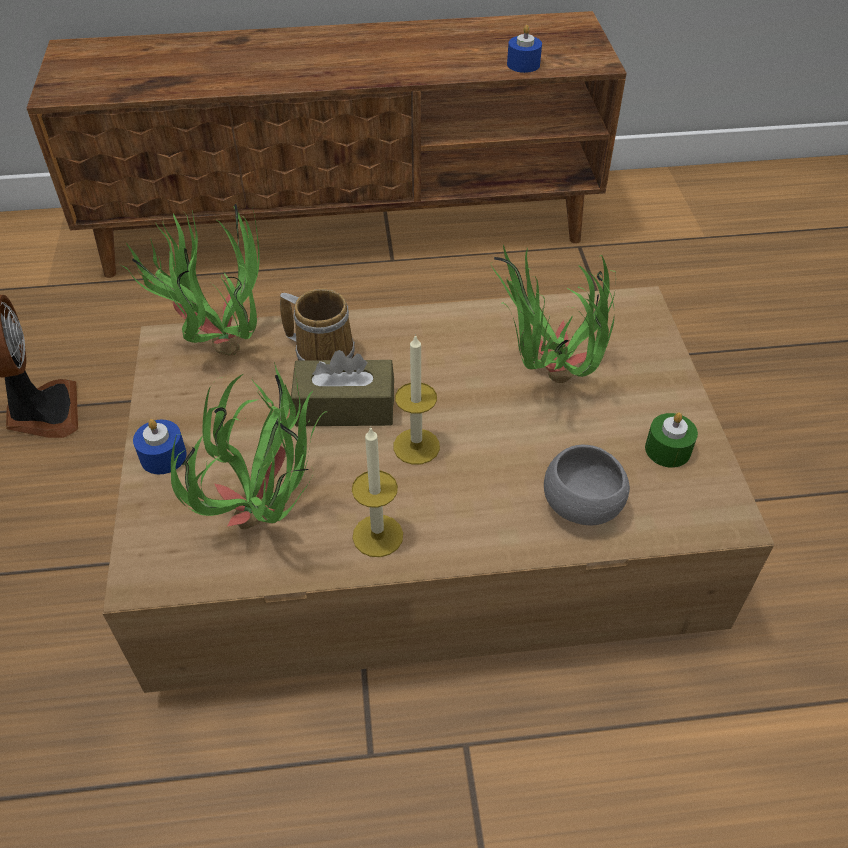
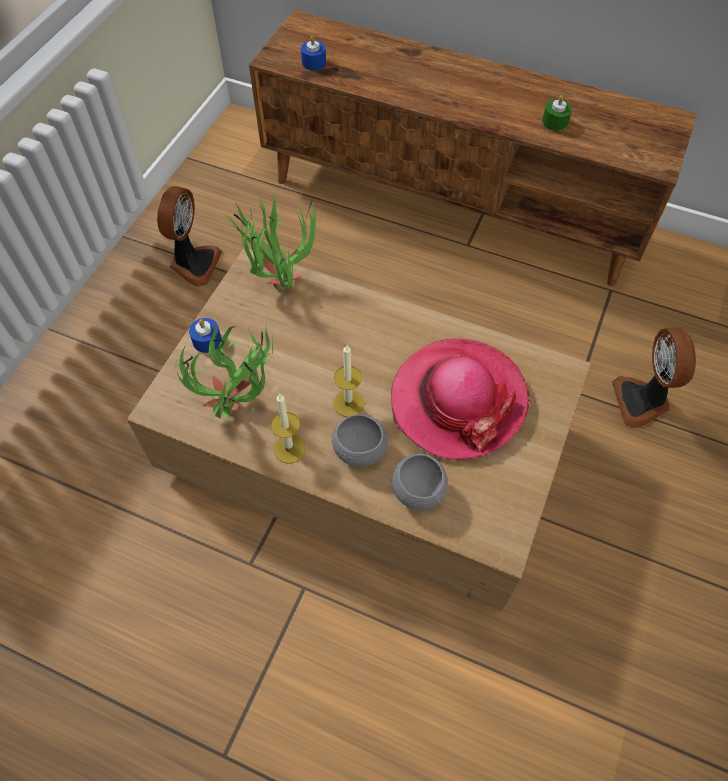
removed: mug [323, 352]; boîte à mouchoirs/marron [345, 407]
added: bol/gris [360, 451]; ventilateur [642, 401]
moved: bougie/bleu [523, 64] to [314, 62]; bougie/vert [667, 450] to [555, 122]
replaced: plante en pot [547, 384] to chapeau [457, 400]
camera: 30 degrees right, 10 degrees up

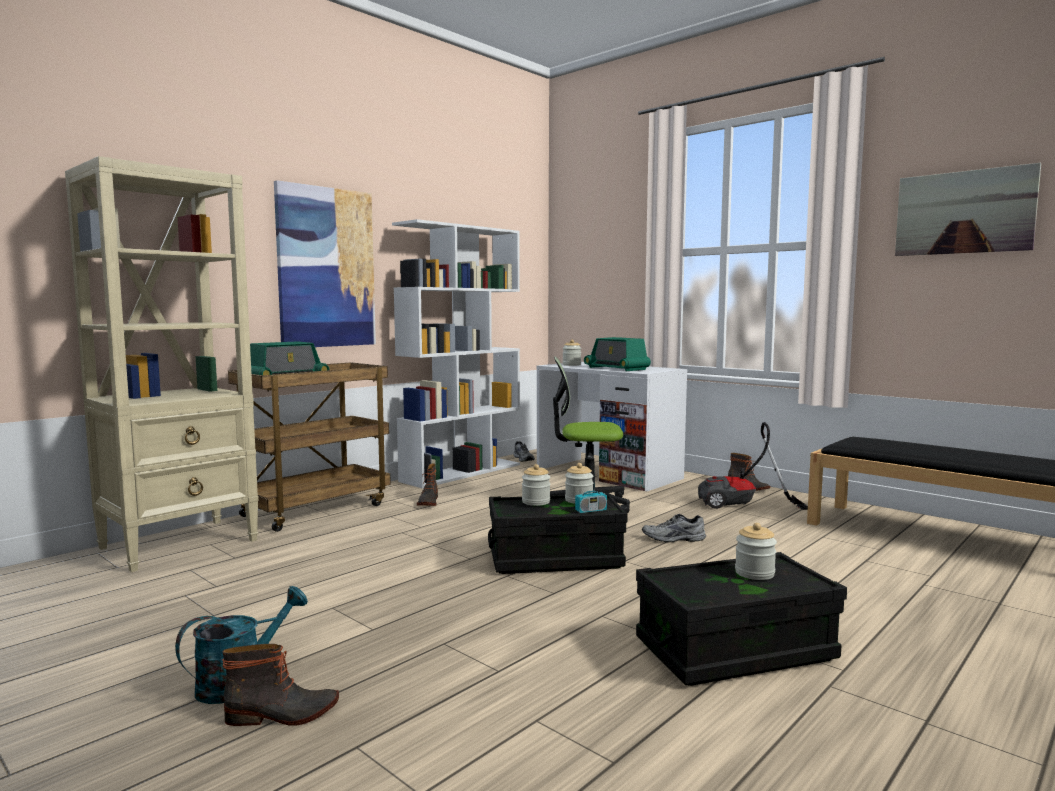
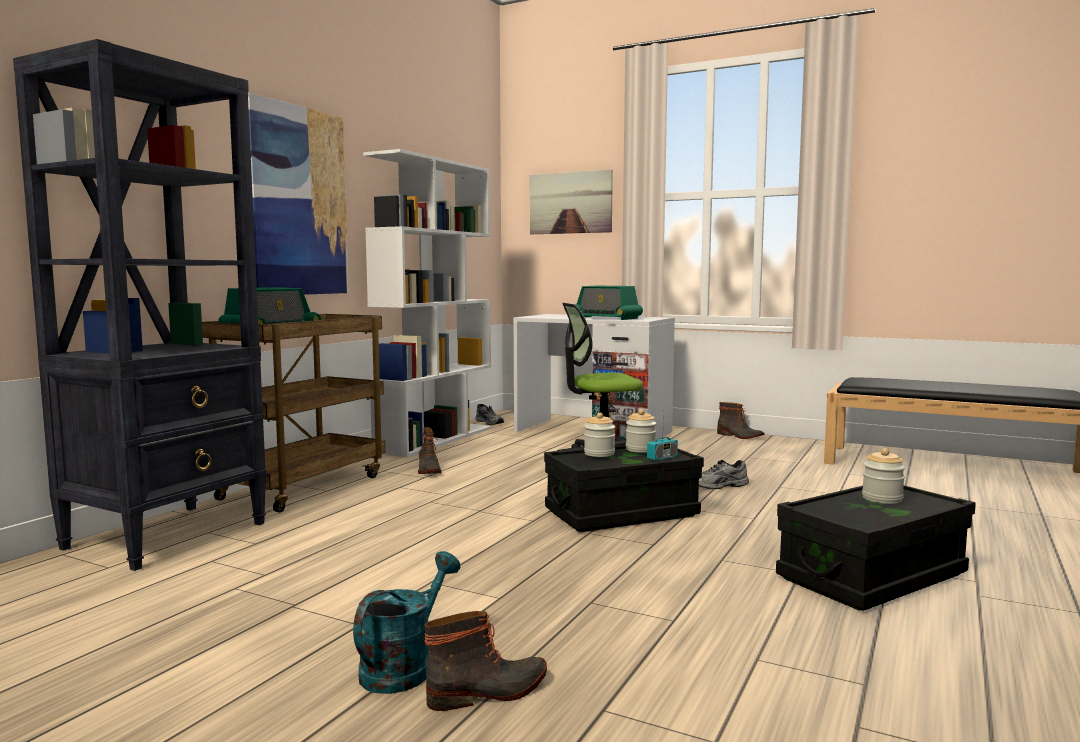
removed: bocal [571, 365]; aspirateur [743, 505]
moved: tableau [964, 212] to [570, 203]
recoloured: bibliothèque/beige [181, 544] to bibliothèque/noir [168, 535]
camera: 15 degrees left, 0 degrees up

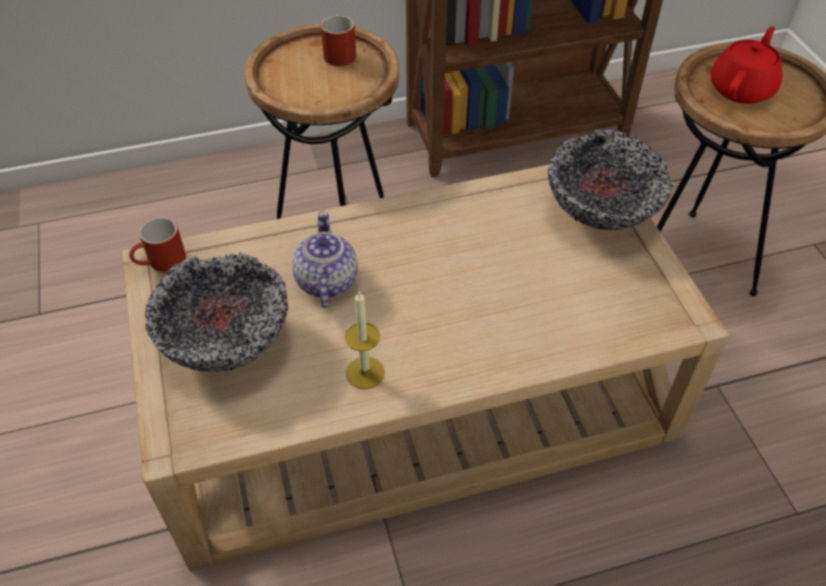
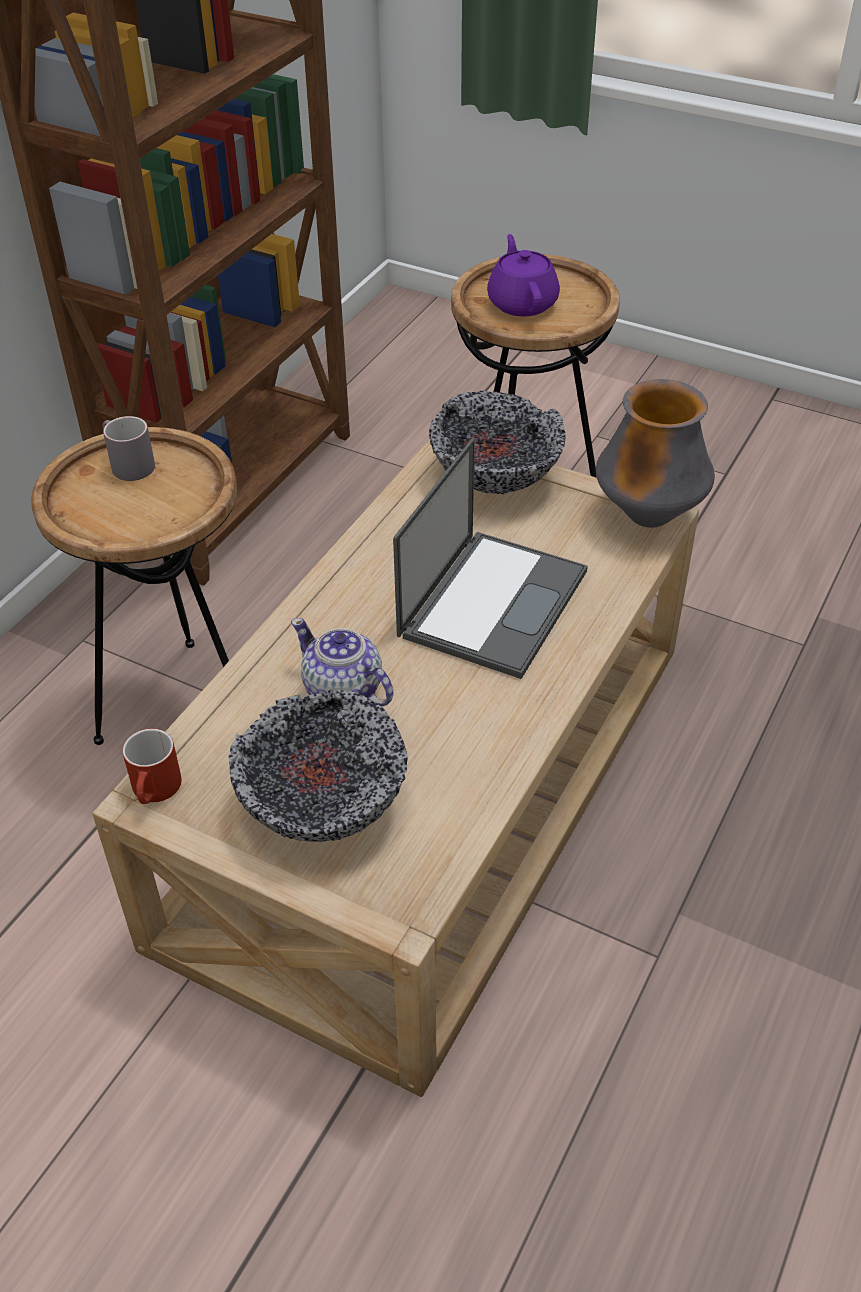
removed: bougie [365, 372]
added: ordinateur portable [493, 601]; vase [649, 516]
recoloured: mug/rouge [339, 52] to mug/gris [126, 465]; théière/rouge [742, 89] to théière/violet [522, 303]
camera: 45 degrees left, 5 degrees down

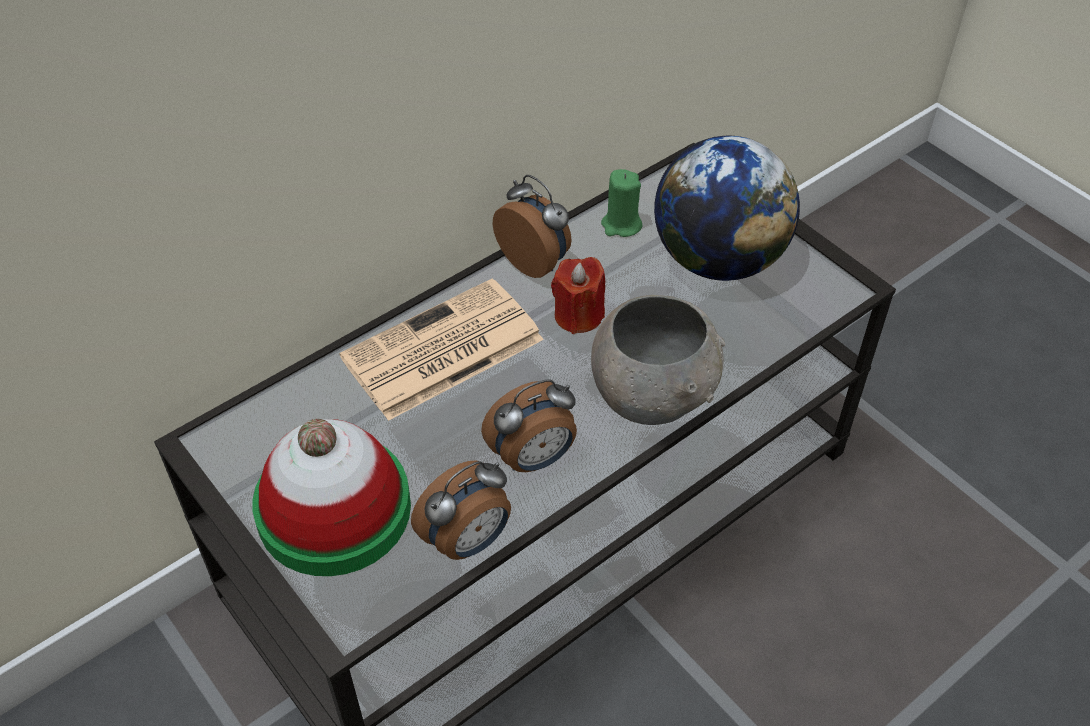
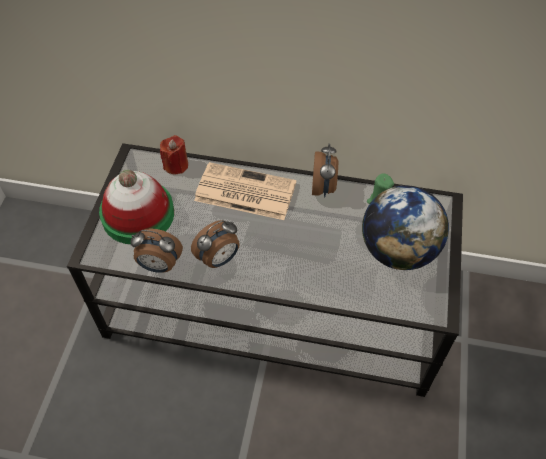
removed: bol/gris [652, 397]
moved: bougie/rouge [578, 315] to [176, 165]
turned: réveil [533, 458] = [219, 259] 60 degrees counterclockwise
camera: 50 degrees right, 5 degrees up

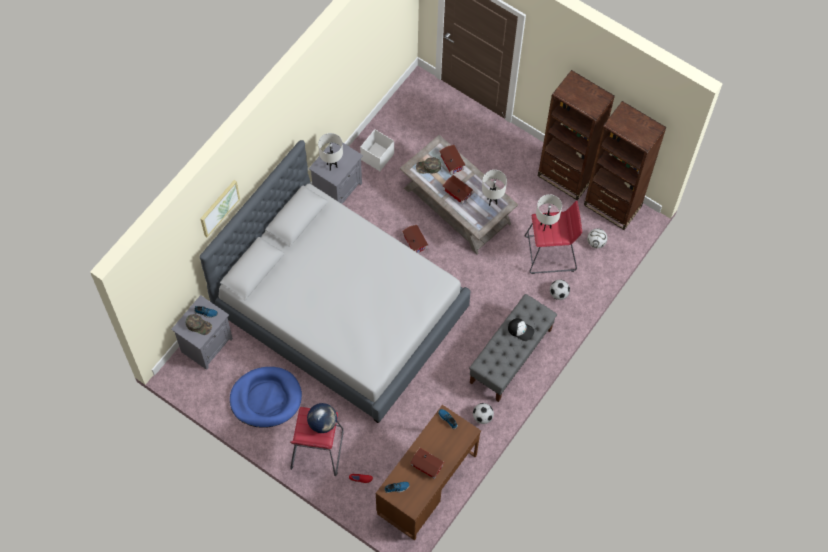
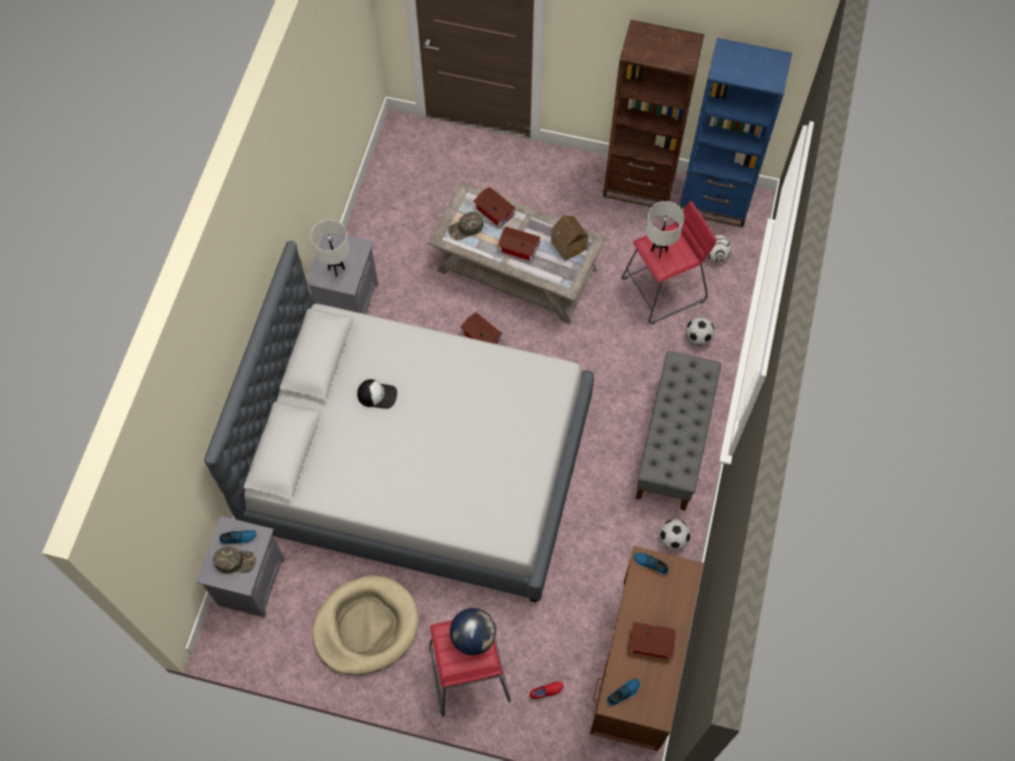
removed: tableau [219, 207]; boîte de rangement/blanc [377, 157]
moved: casquette [521, 330] to [377, 395]
replaced: lampe de table/blanc [492, 201] to maison miniature [570, 244]
recoloured: panier pour chien/bleu [266, 398] to panier pour chien/beige [366, 626]; bibliothèque/marron [612, 206] to bibliothèque/bleu [714, 201]
camera: 20 degrees left, 0 degrees up

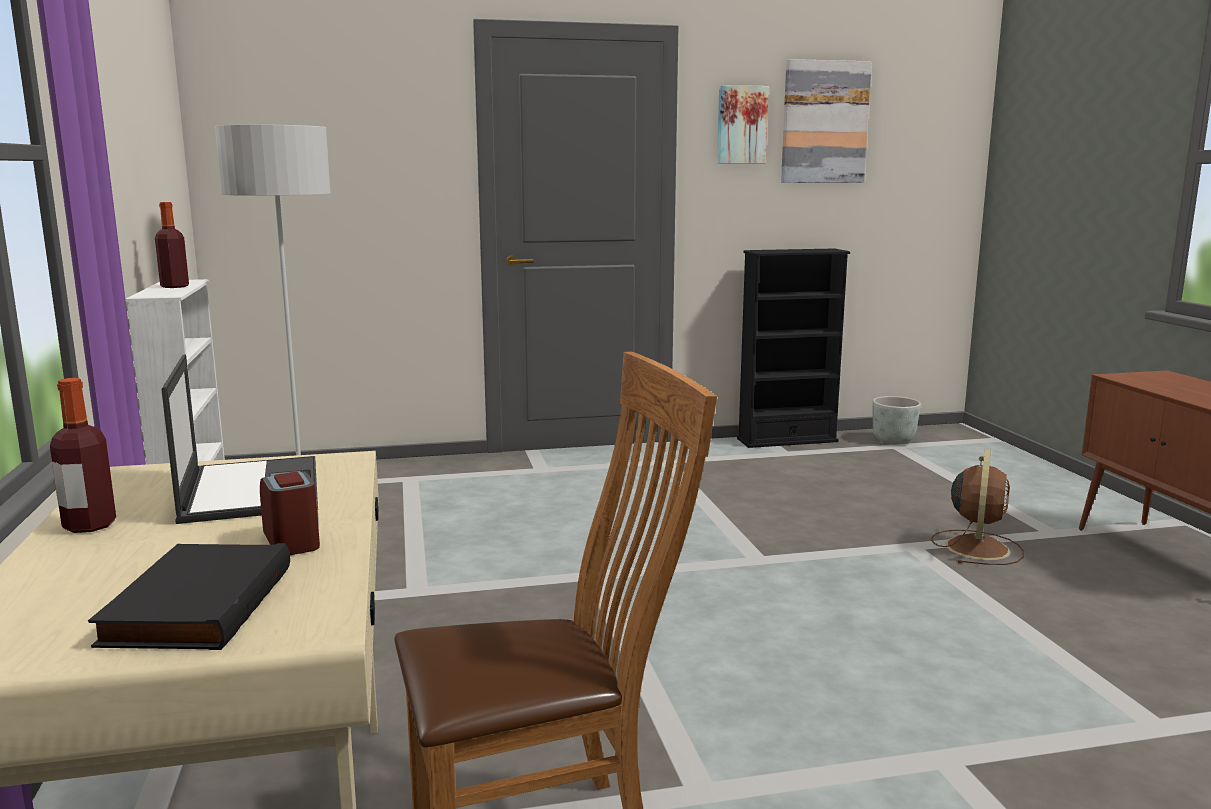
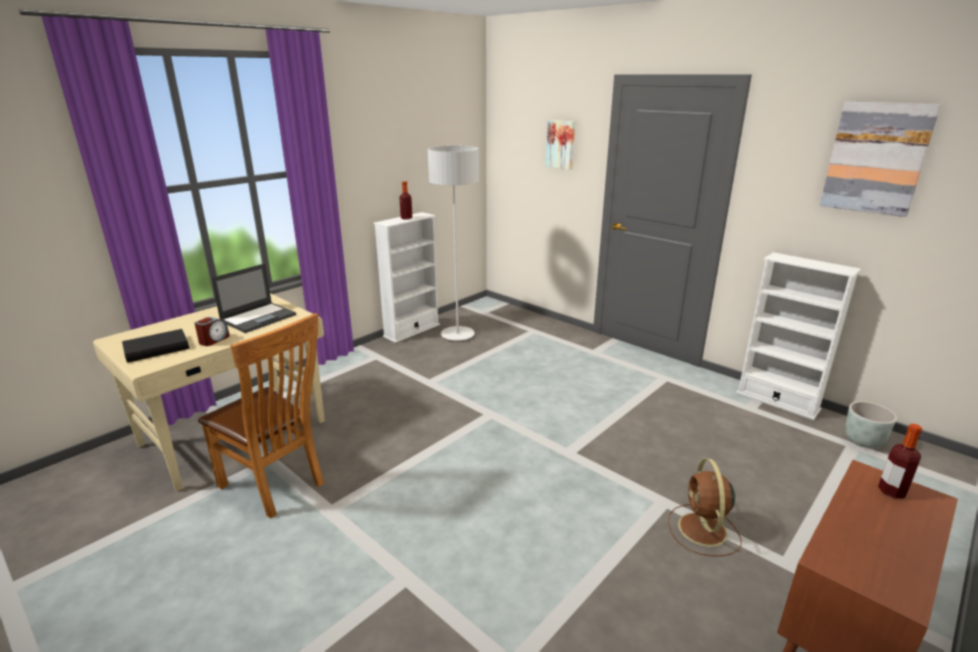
moved: bouteille [89, 526] to [891, 491]; tableau [741, 125] to [561, 144]
recoloured: bibliothèque/noir [787, 440] to bibliothèque/blanc [777, 401]
turned: ventilateur/marron [977, 547] = [703, 531] 105 degrees clockwise
camera: 55 degrees right, 10 degrees up

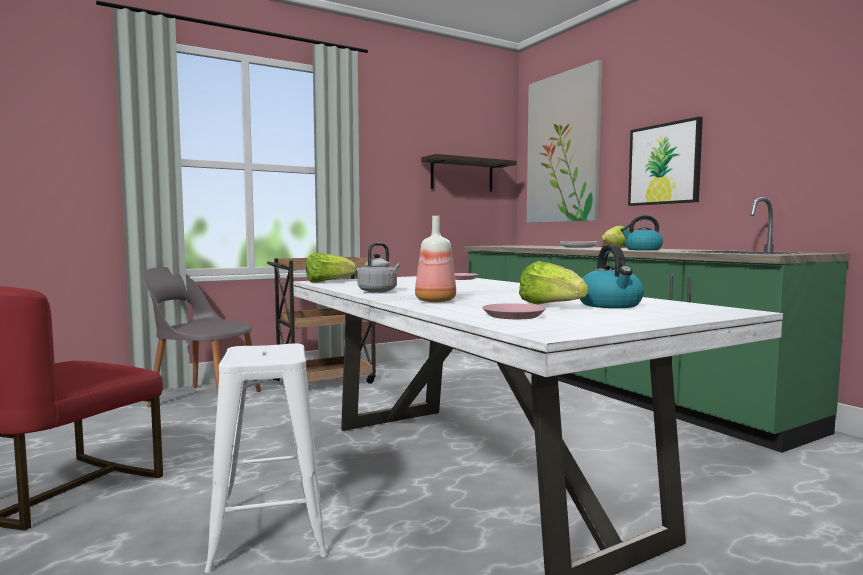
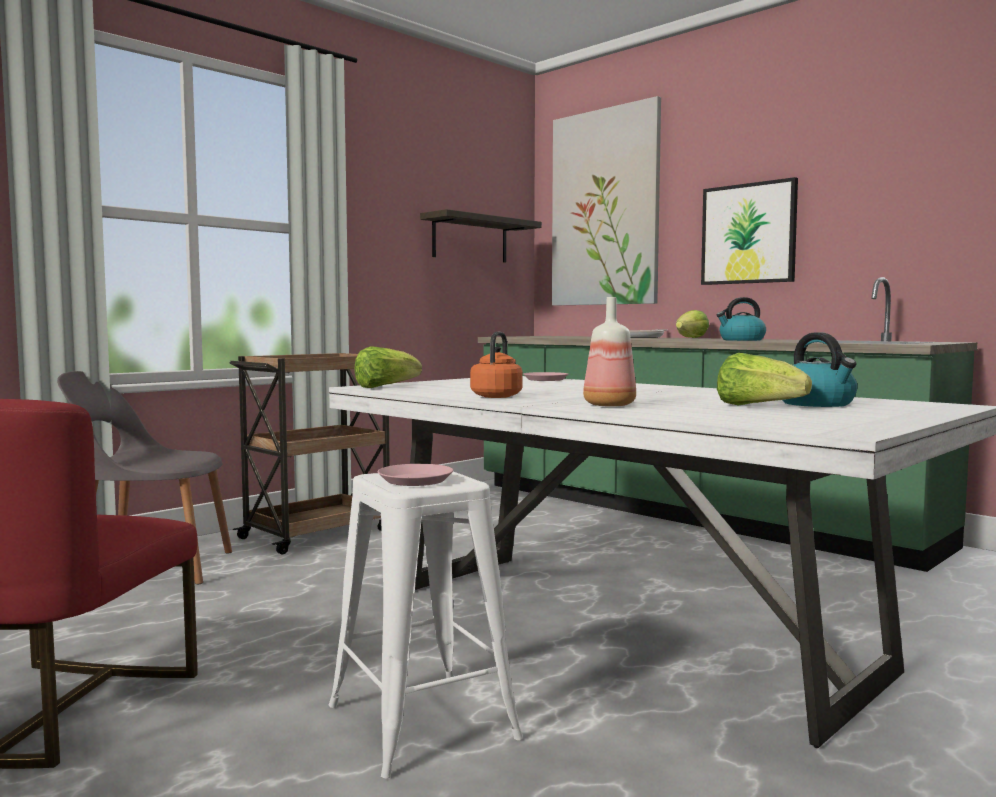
moved: assiette/rose [513, 316] to [415, 480]
recoloured: bouilloire/gris [379, 291] to bouilloire/orange [497, 396]
camera: 15 degrees left, 0 degrees up

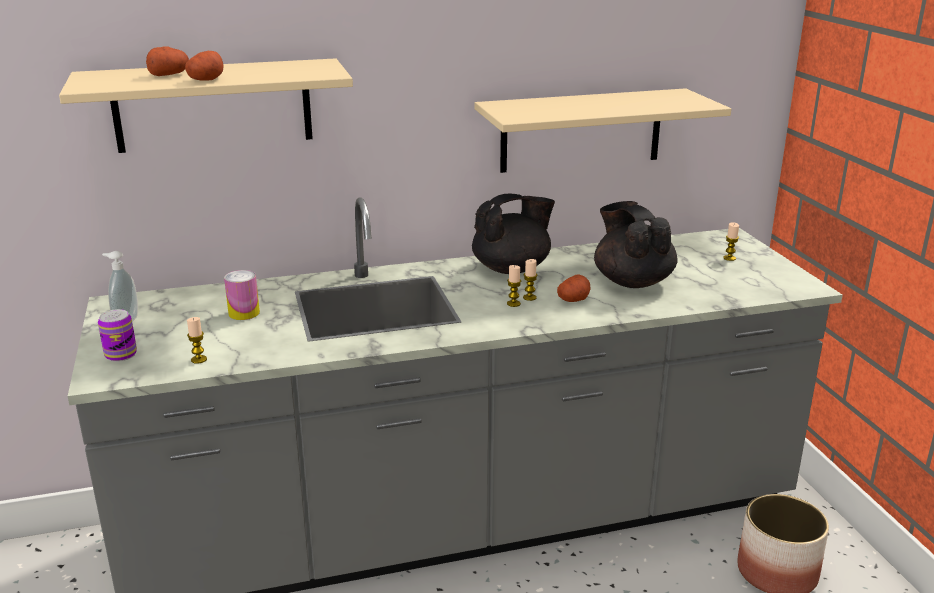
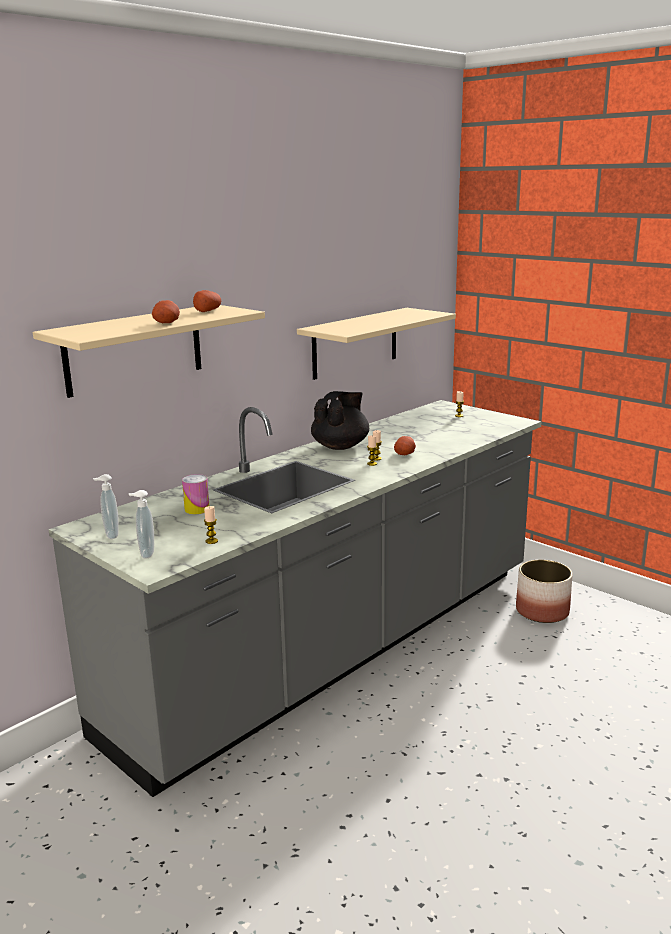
removed: théière/noir [632, 281]
moved: pomme de terre [169, 74] to [207, 311]
replaced: boîte métallique [121, 355] to distributeur de savon [145, 553]
camera: 30 degrees left, 5 degrees down

